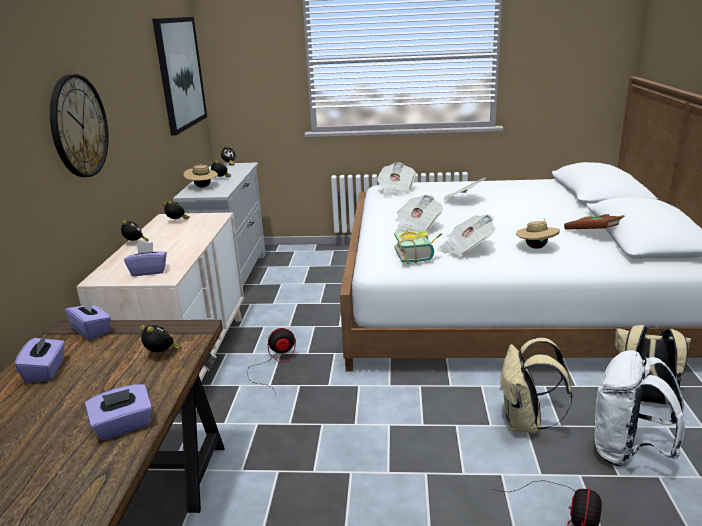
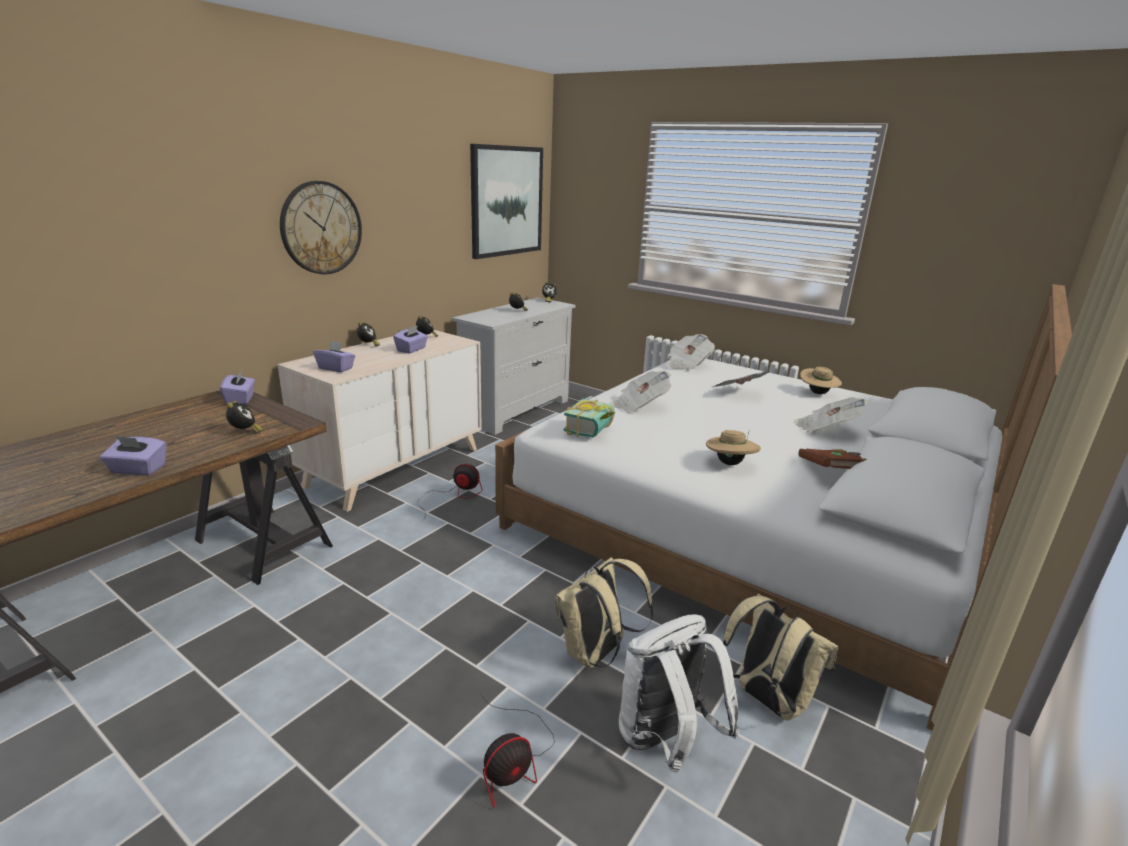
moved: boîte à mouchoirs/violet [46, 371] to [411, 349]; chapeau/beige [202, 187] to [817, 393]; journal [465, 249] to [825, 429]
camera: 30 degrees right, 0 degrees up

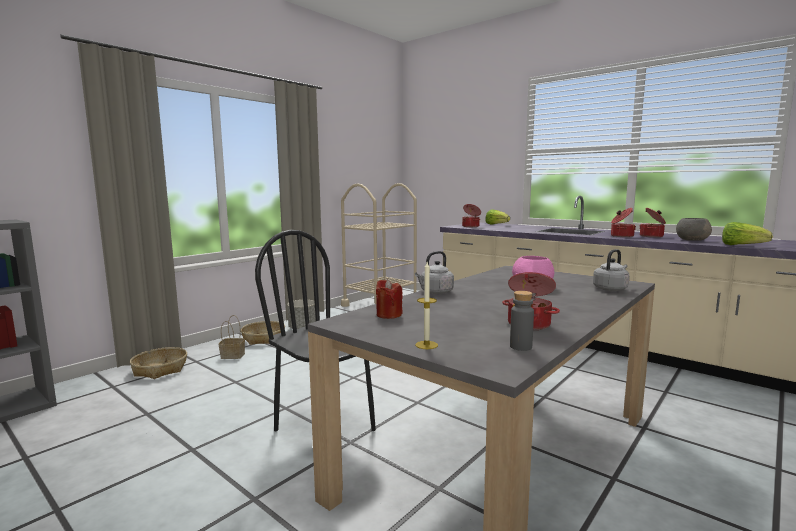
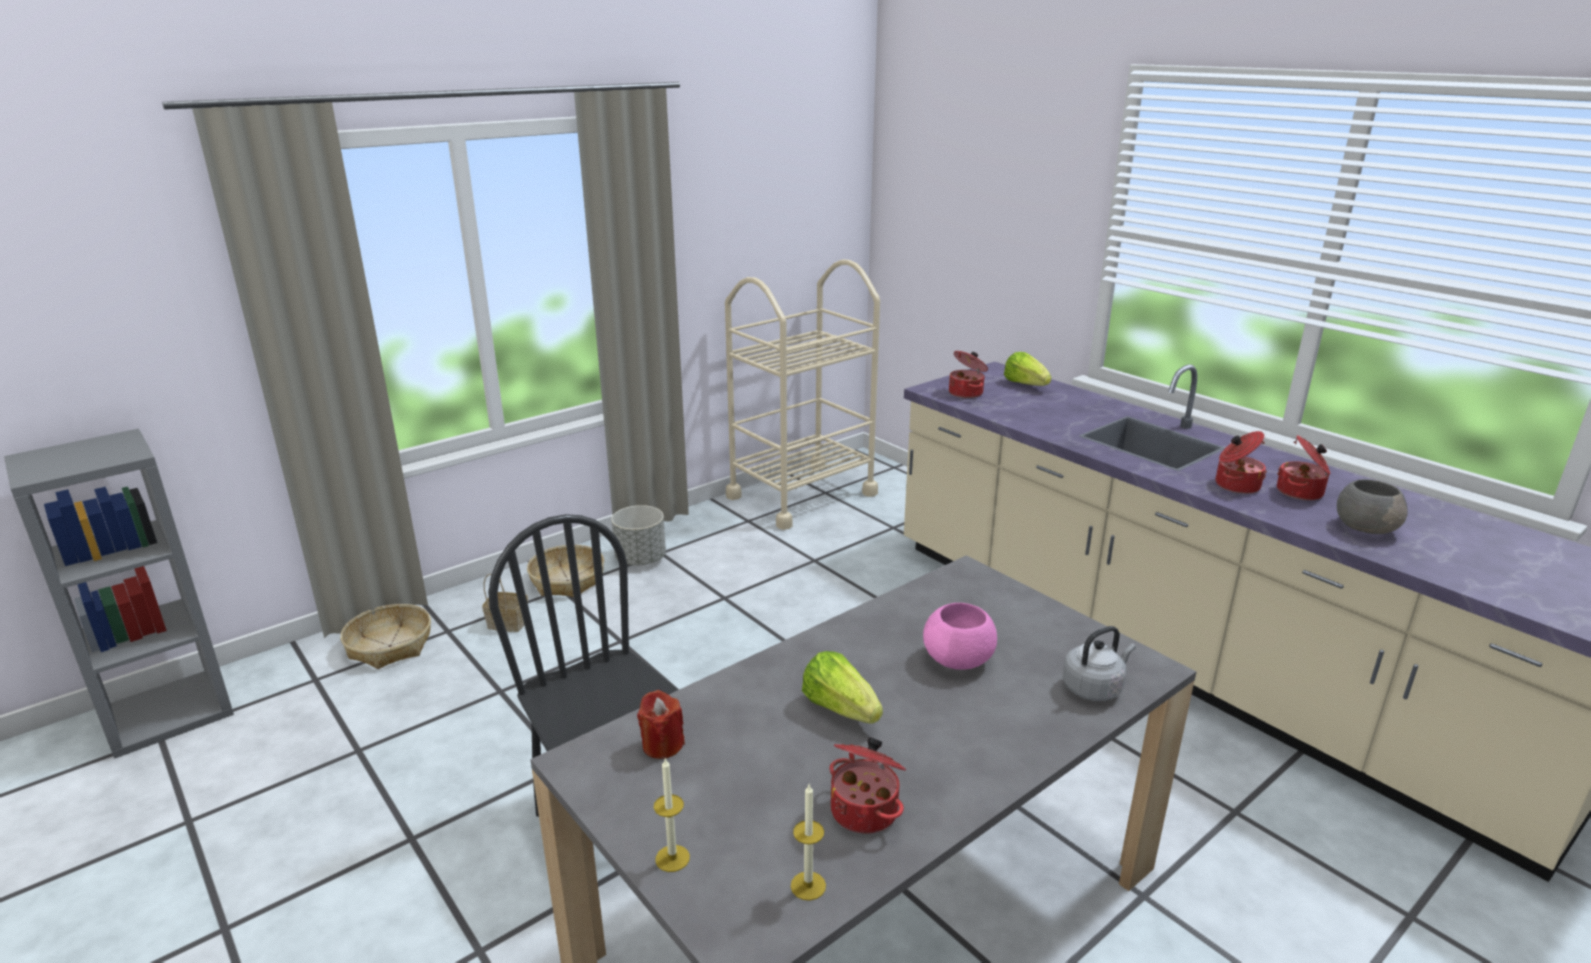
removed: bouilloire/gris [435, 292]
moved: laitue [741, 245] to [840, 708]
replaced: bouteille/gris [520, 347] to bougie [808, 886]
camera: 10 degrees right, 15 degrees up

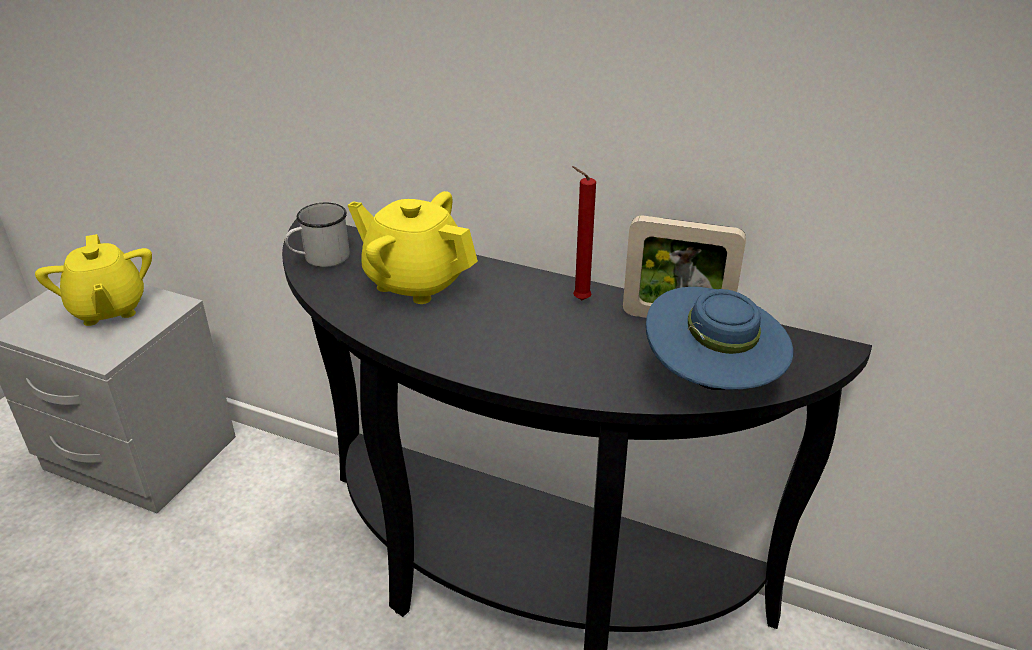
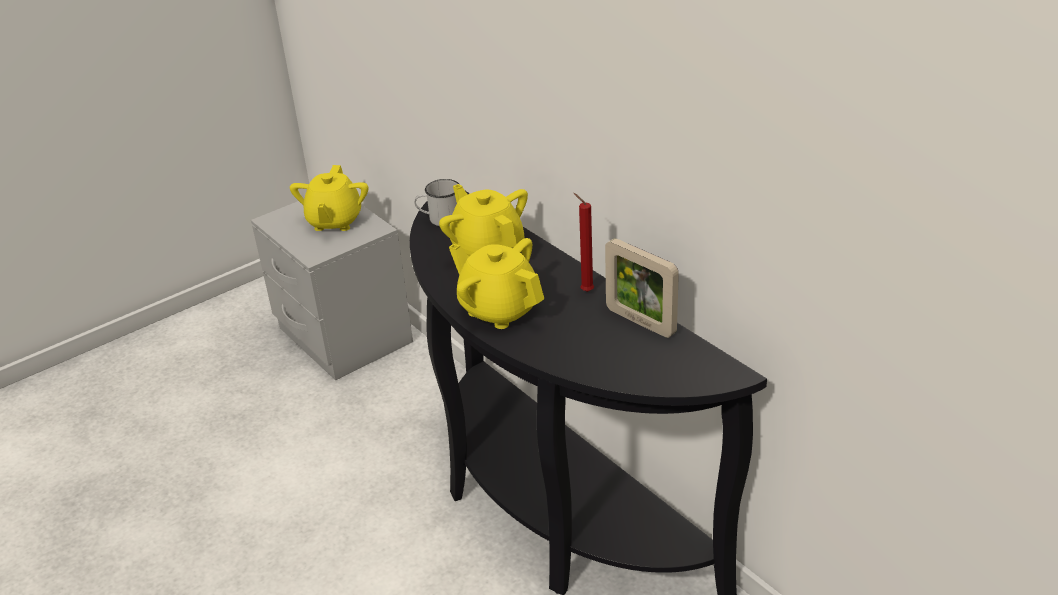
removed: chapeau/bleu [711, 381]
added: théière/jaune [499, 309]
camera: 30 degrees right, 0 degrees up

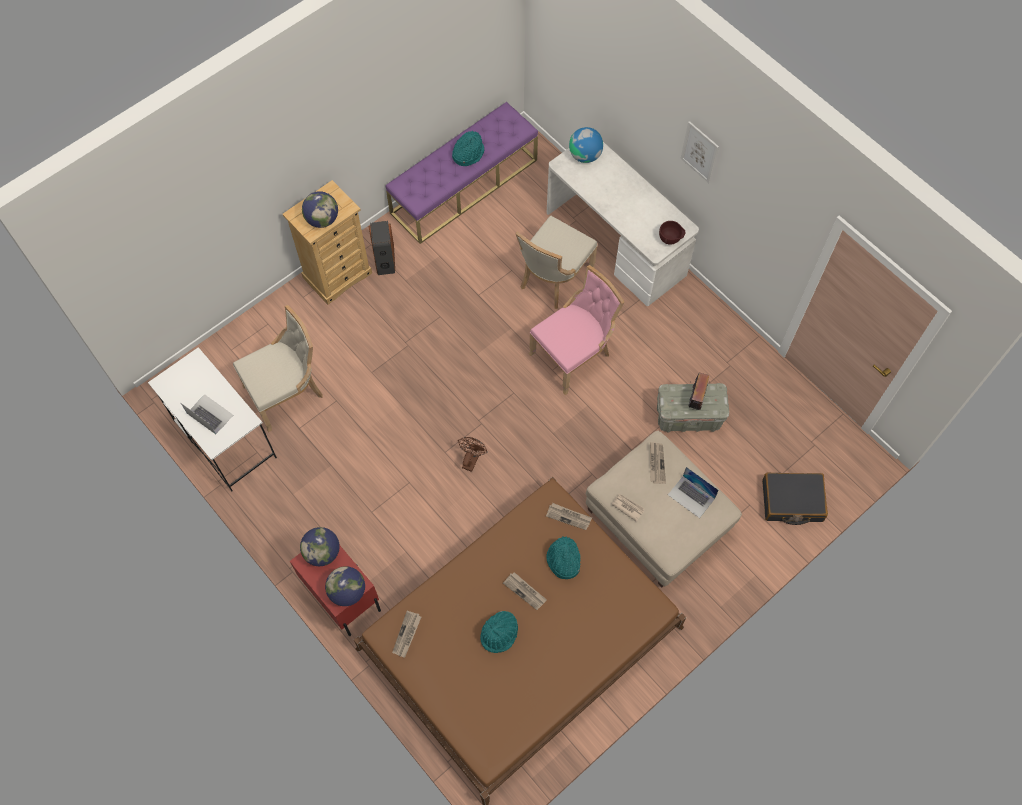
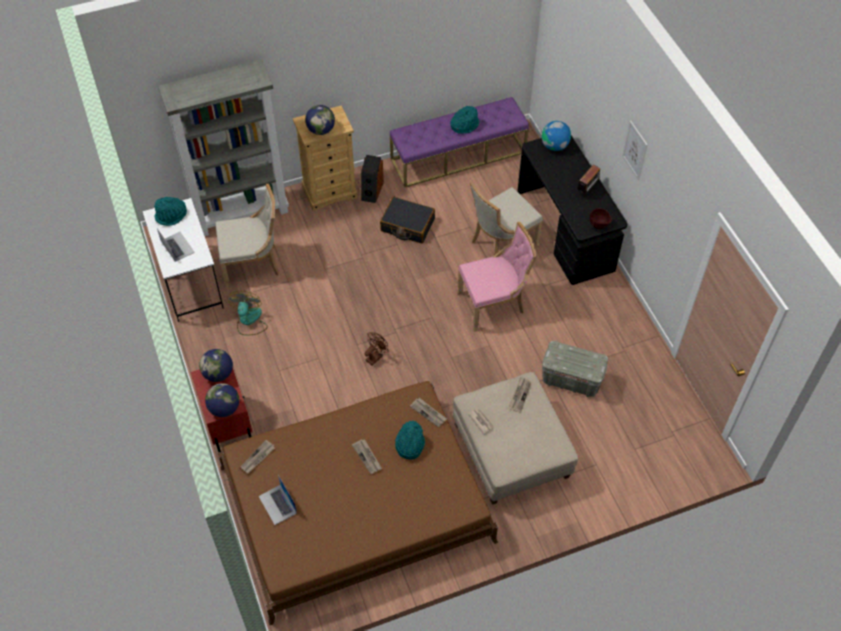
added: bibliothèque/gris [241, 213]; ventilateur [249, 321]
moved: chapeau/turquoise [499, 634] to [171, 216]; ordinateur portable [691, 496] to [277, 504]; radio [697, 398] to [587, 189]; valise/noir [792, 501] to [407, 225]
recoloured: bureau/blanc [616, 242] to bureau/noir [565, 230]
camera: 20 degrees right, 10 degrees down

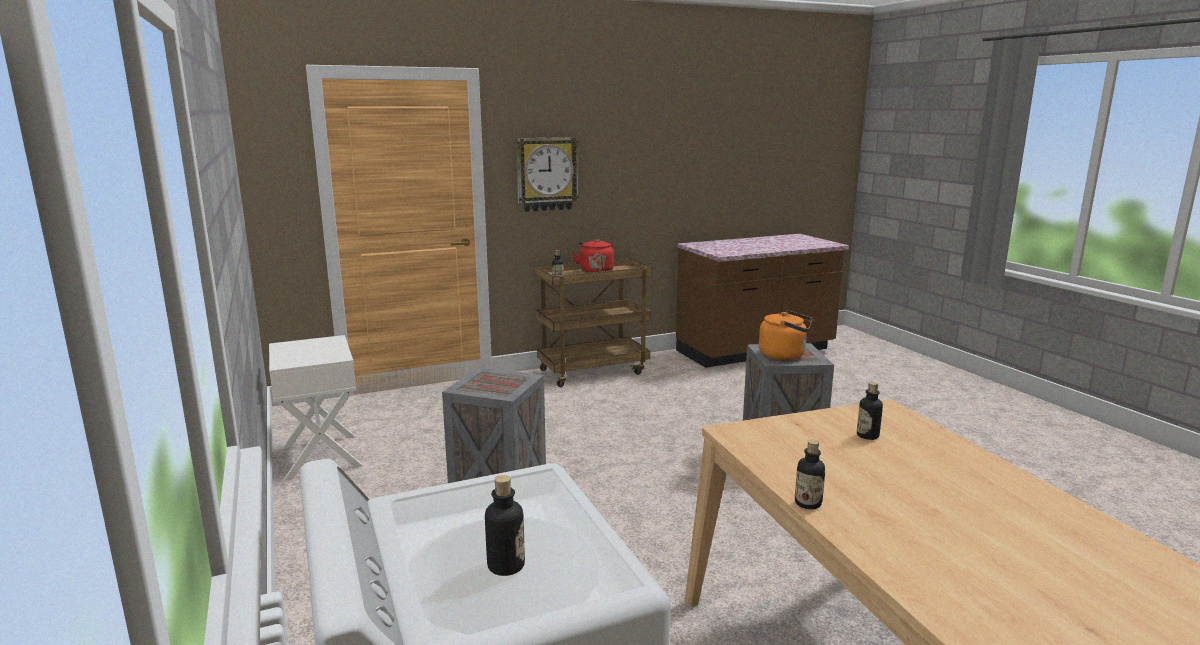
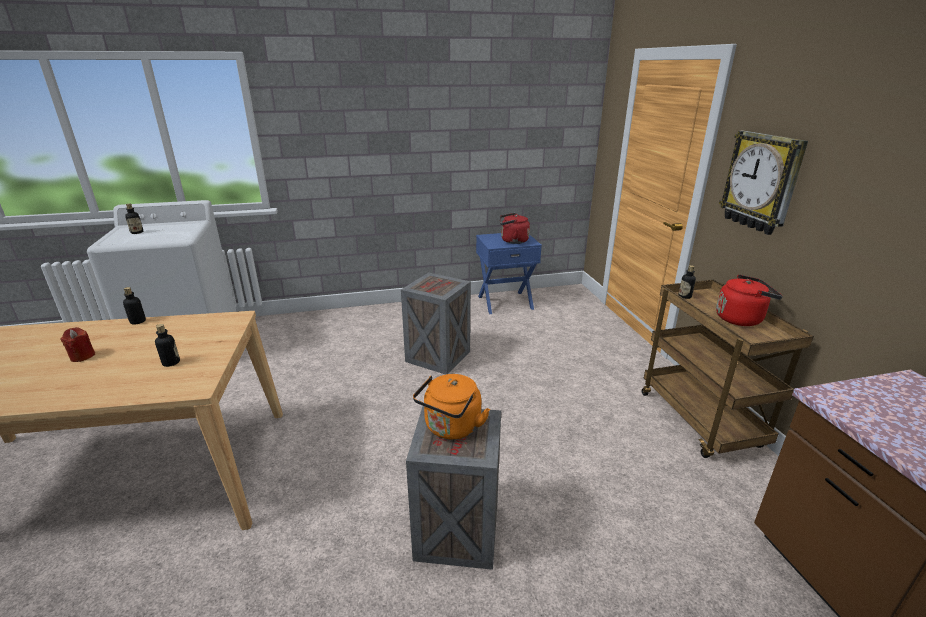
added: bougie/rouge [82, 356]; bouilloire/rouge [512, 241]
recoloured: table de chevet/blanc [320, 456] to table de chevet/bleu [505, 302]
camera: 100 degrees right, 10 degrees up

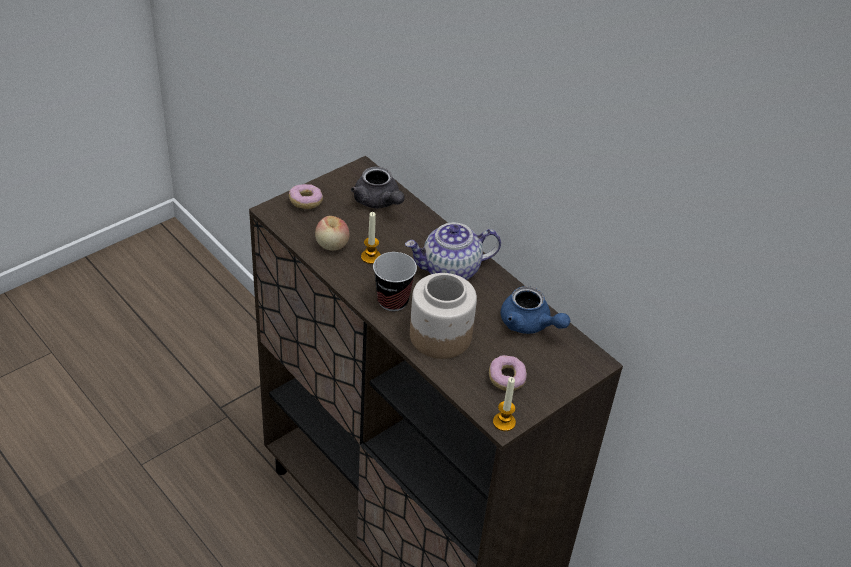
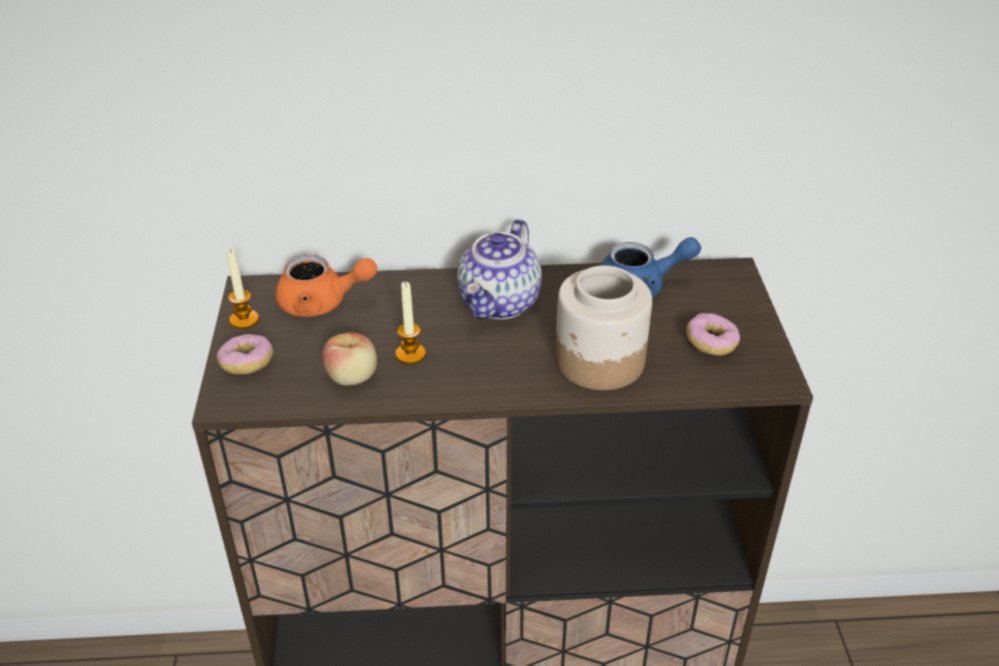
removed: tasse [393, 301]
moved: bougie [504, 422] to [244, 320]
recoloured: théière/gris [378, 202] to théière/orange [322, 303]
camera: 50 degrees left, 5 degrees down

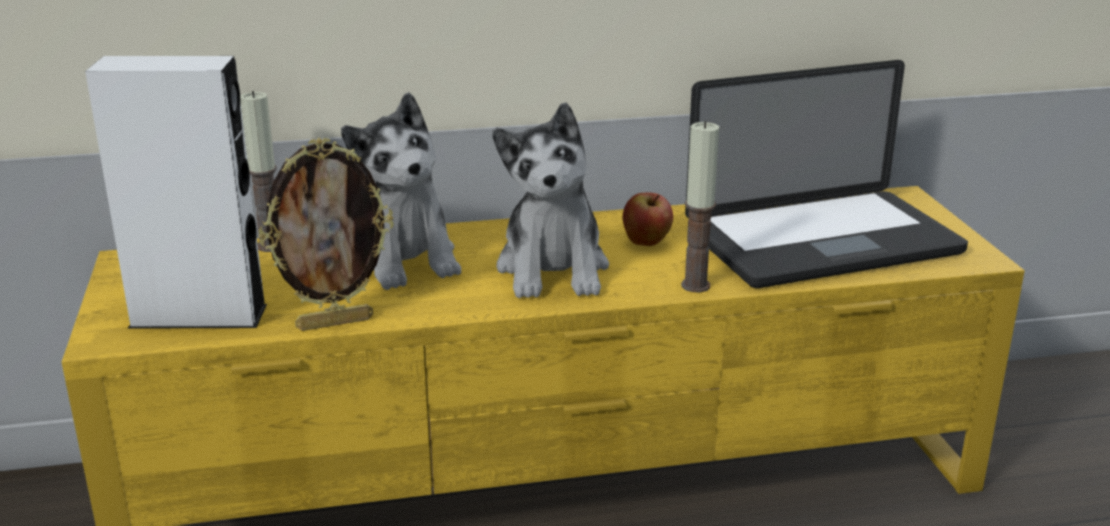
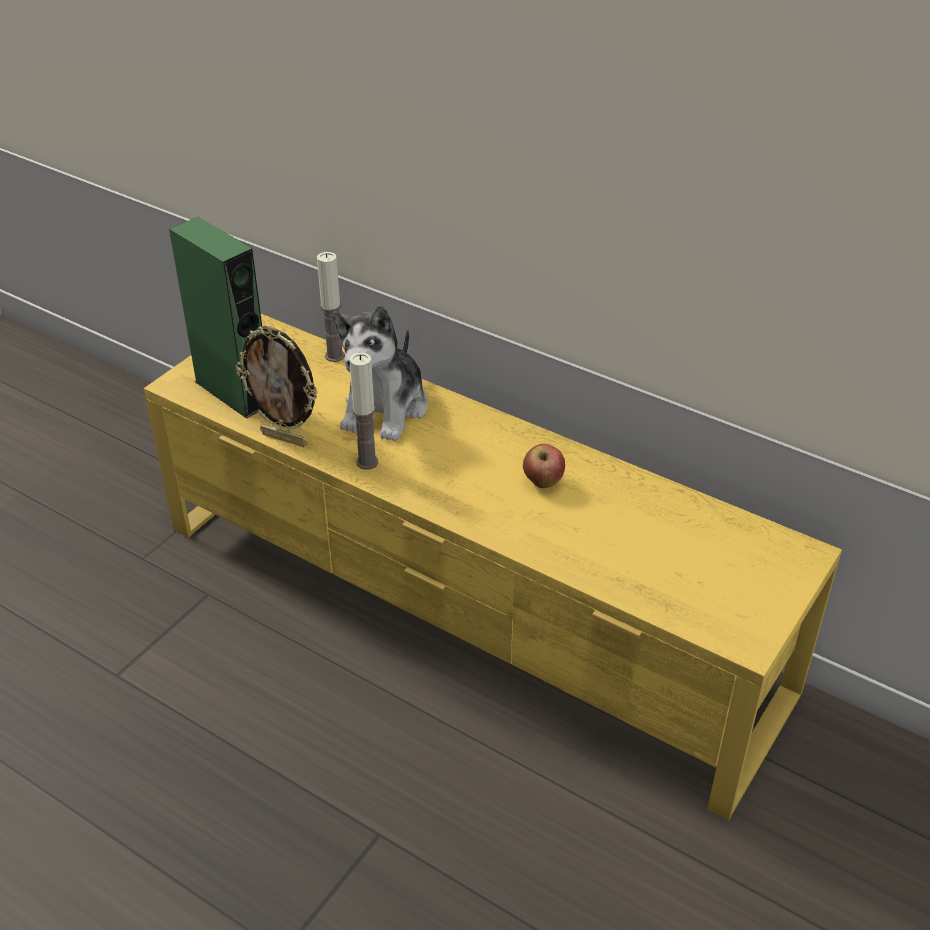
removed: peluche [553, 269]; ordinateur portable [822, 242]
moved: bougie [695, 285] to [367, 462]
recoloured: enceinte/blanc [198, 316] to enceinte/vert [233, 392]
camera: 45 degrees right, 15 degrees up

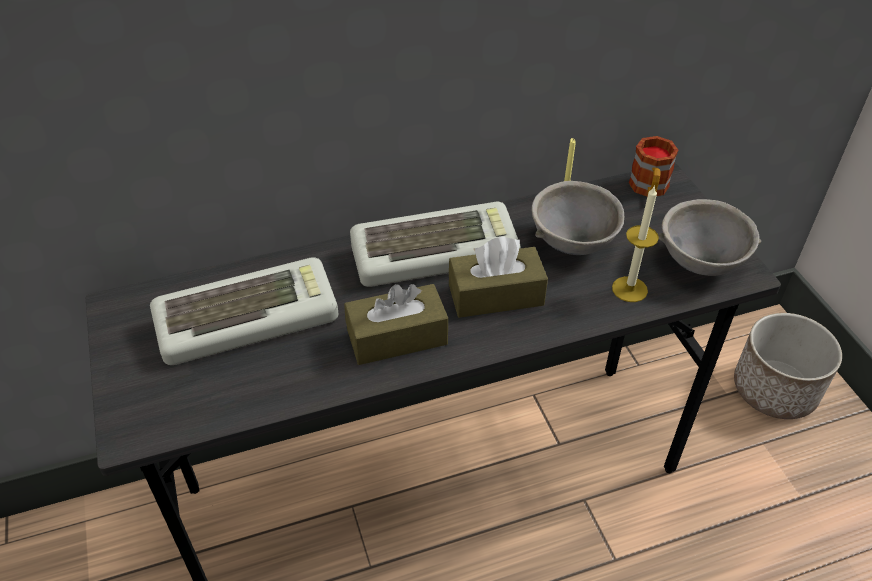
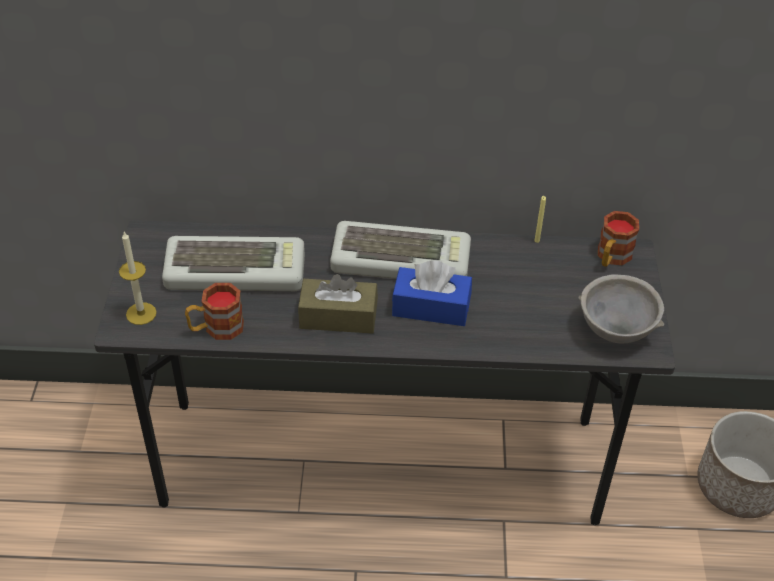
removed: bol/gris [574, 244]
added: mug [216, 328]
moved: bougie [629, 289] to [141, 313]
recoloured: boîte à mouchoirs/marron [496, 295] to boîte à mouchoirs/bleu [431, 307]
camera: 20 degrees right, 0 degrees up

